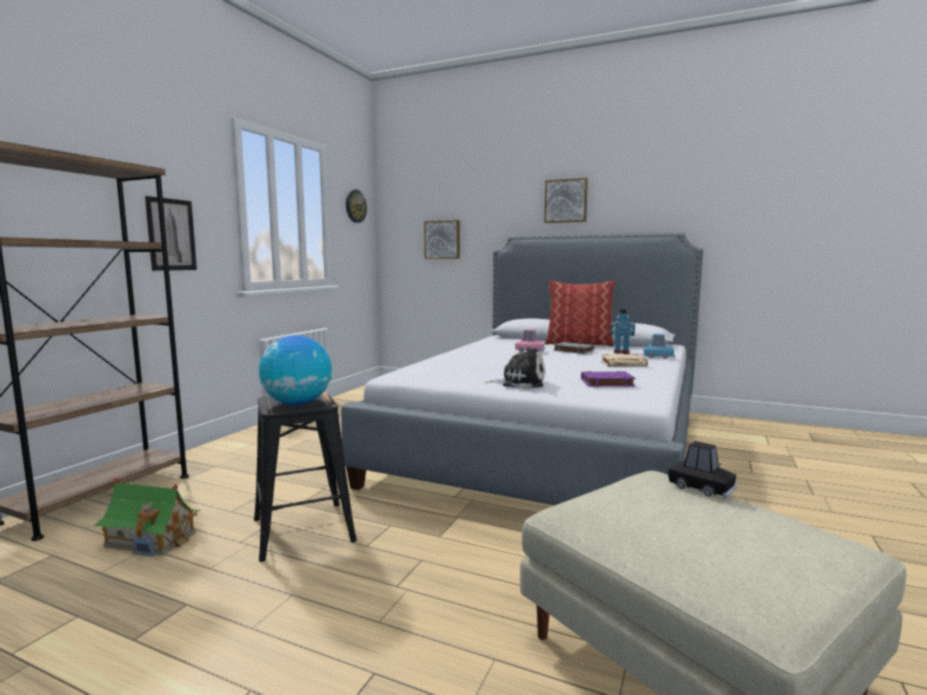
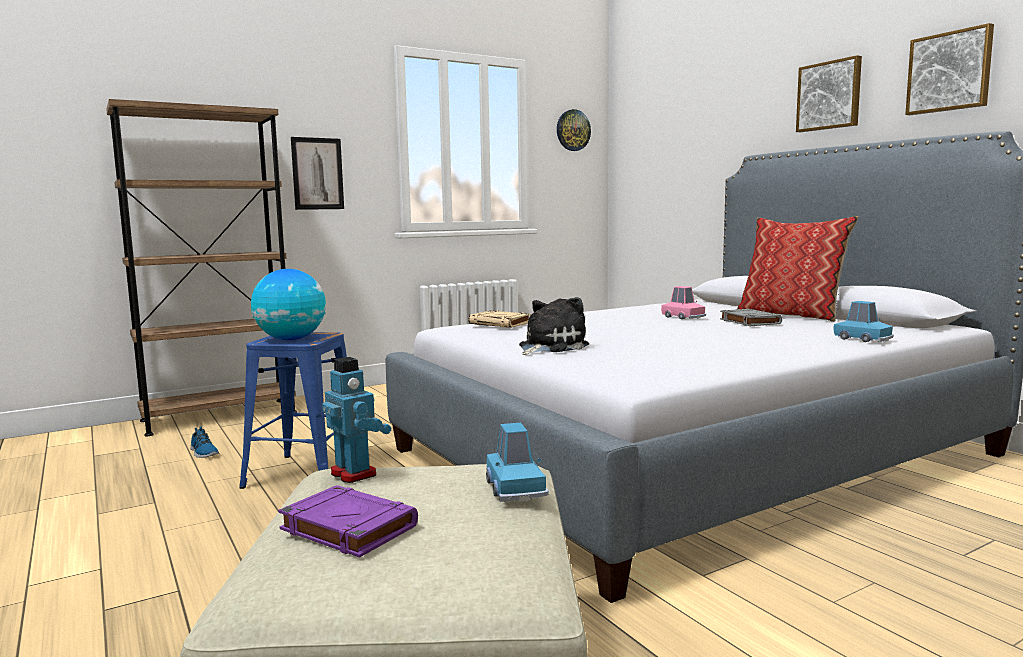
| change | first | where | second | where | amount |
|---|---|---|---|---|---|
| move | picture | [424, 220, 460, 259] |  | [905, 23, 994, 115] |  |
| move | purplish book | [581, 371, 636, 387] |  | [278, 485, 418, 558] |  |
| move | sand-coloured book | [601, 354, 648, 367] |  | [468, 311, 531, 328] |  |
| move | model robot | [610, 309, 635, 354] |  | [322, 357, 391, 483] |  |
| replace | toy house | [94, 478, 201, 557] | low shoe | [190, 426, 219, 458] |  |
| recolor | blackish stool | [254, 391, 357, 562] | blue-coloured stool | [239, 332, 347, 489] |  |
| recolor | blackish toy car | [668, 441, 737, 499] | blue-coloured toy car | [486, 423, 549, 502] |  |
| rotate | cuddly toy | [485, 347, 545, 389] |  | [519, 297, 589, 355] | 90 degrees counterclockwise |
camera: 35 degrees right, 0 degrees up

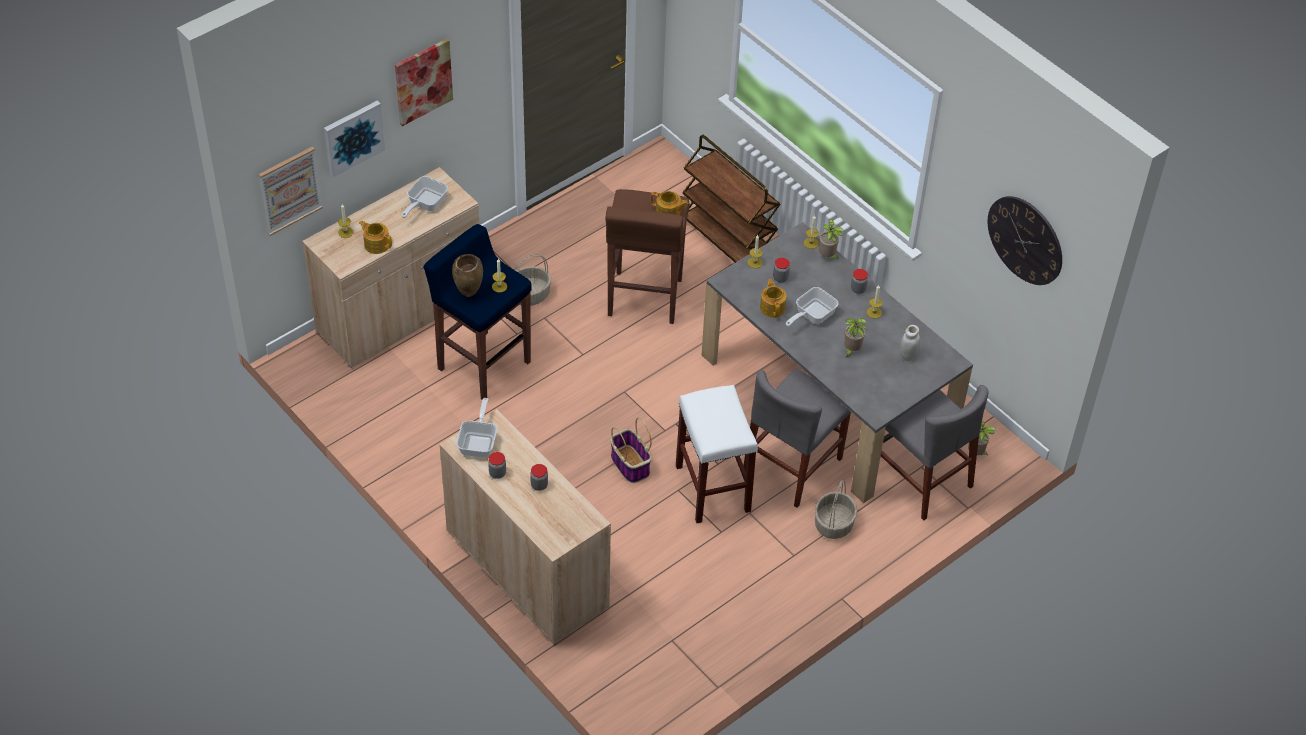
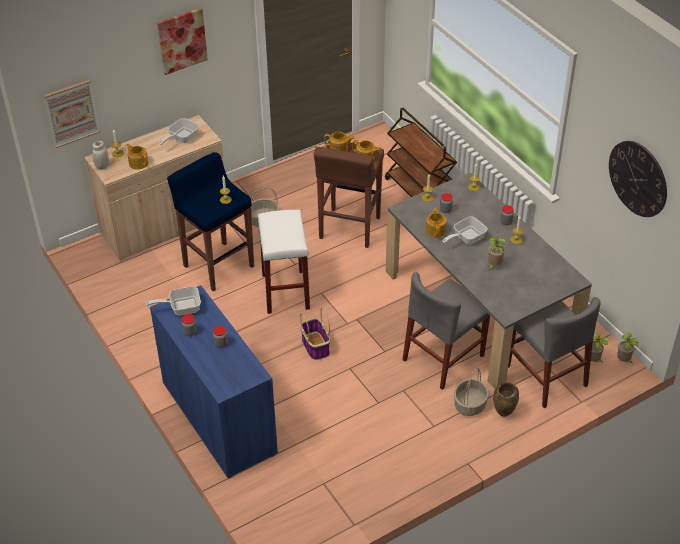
| change | first | where | second | where | amount |
|---|---|---|---|---|---|
| delete | picture | [324, 101, 385, 177] |  |  |  |
| insert |  |  | tea pot | [324, 132, 354, 152] |  |
| move | brown-coloured flower vase | [452, 254, 483, 297] |  | [493, 382, 519, 417] |  |
| move | whitish stool | [676, 385, 758, 523] |  | [258, 210, 310, 314] |  |
| move | plant in a pot | [819, 220, 844, 259] |  | [617, 332, 639, 365] |  |
| move | whitish preserve jar | [900, 325, 920, 361] |  | [92, 141, 109, 170] |  |
| recolor | sand-coloured cupboard | [439, 410, 611, 646] | blue-coloured cupboard | [150, 285, 278, 479] |  |
| rotate | pan | [456, 398, 497, 458] |  | [146, 286, 201, 316] | 120 degrees counterclockwise |
camera: 10 degrees right, 5 degrees down

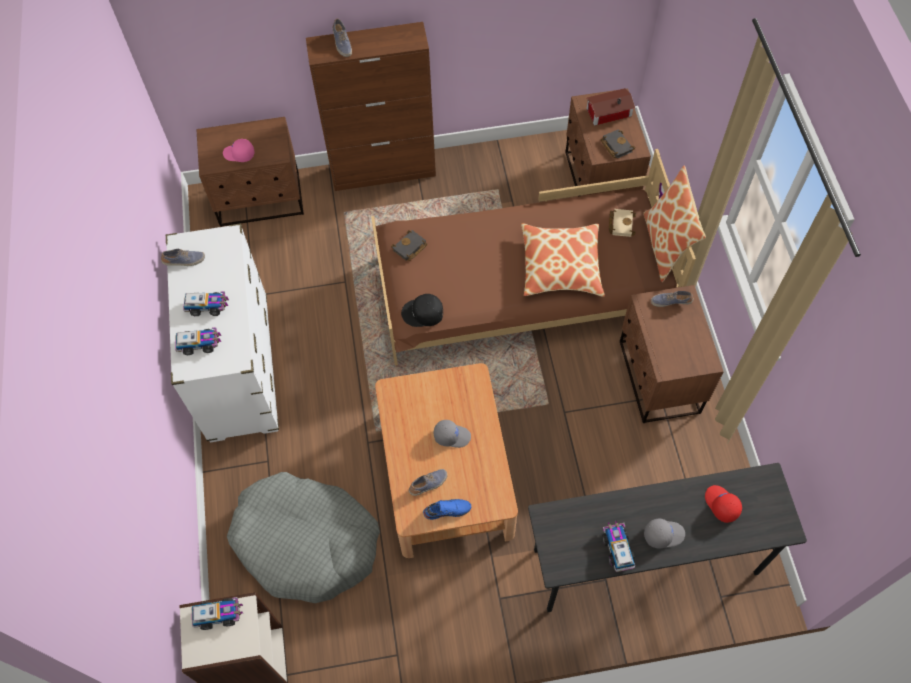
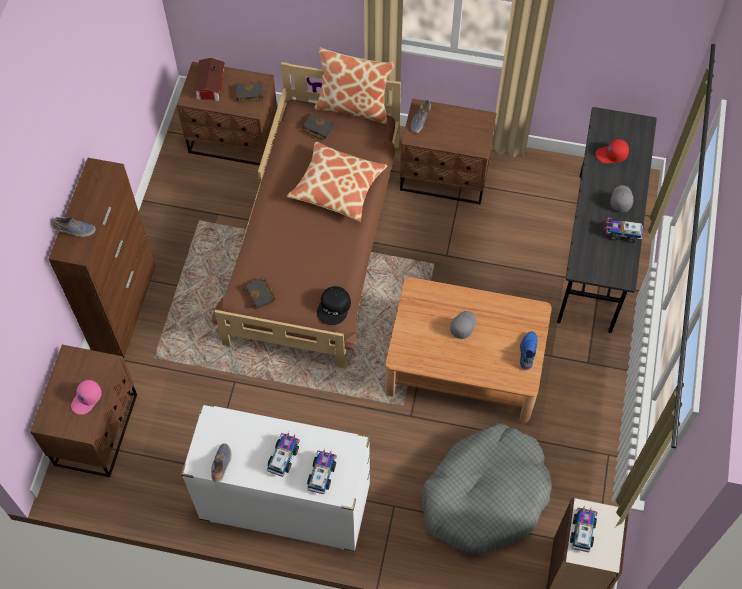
| change | first | where | second | where | amount |
|---|---|---|---|---|---|
| delete | low shoe | [409, 469, 447, 496] |  |  |  |
| recolor | sand-coloured book | [609, 209, 636, 237] | blackish book | [302, 113, 335, 140] |  |
camera: 70 degrees left, 0 degrees up

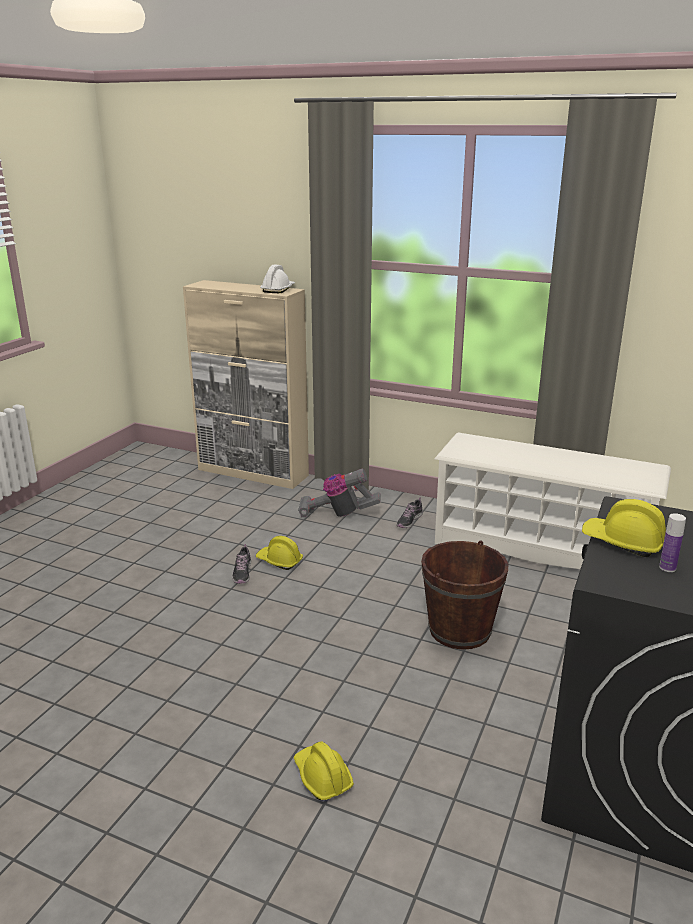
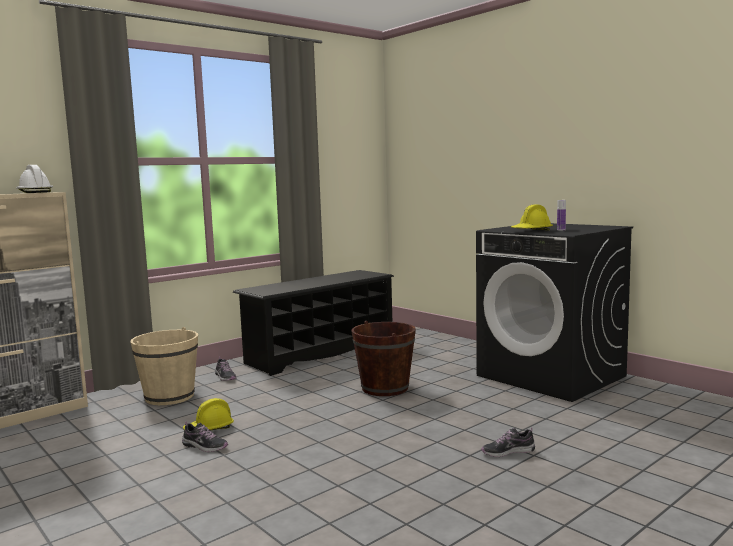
| change | first | where | second | where | amount |
|---|---|---|---|---|---|
| replace | yellow-coloured hard hat | [294, 741, 354, 800] | low shoe | [482, 427, 535, 457] |  |
| replace | vacuum | [298, 468, 381, 517] | sand-coloured bucket | [130, 327, 198, 405] |  |
| recolor | whitish shoe stand | [434, 433, 671, 569] | blackish shoe stand | [233, 270, 394, 376] |  |
camera: 65 degrees left, 15 degrees down

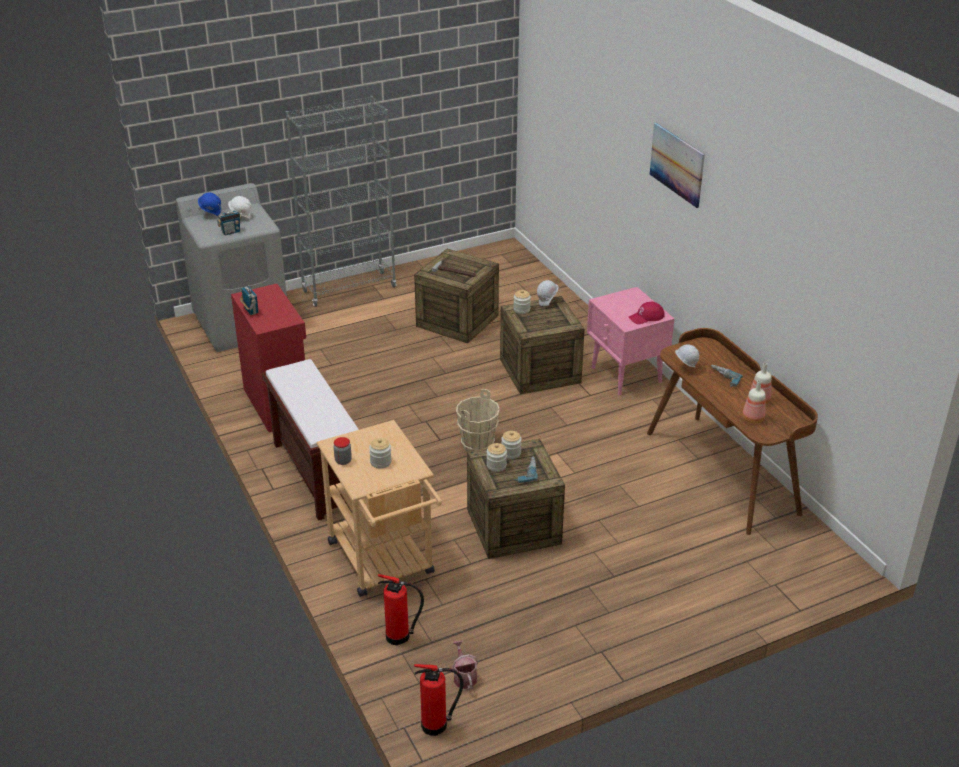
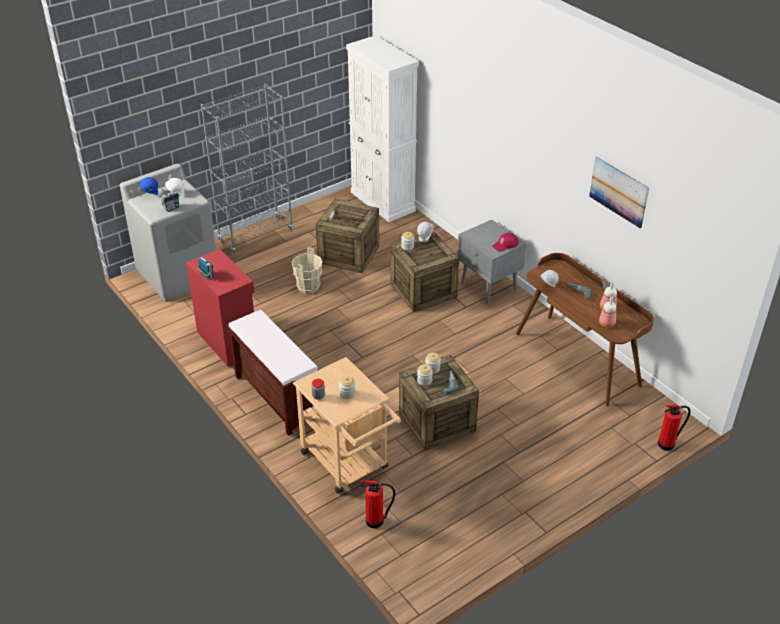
| change | first | where | second | where | amount |
|---|---|---|---|---|---|
| delete | watering pot | [452, 640, 478, 689] |  |  |  |
| insert |  |  | whitish cupboard | [346, 35, 419, 222] |  |
| move | fire-fighting cylinder | [414, 664, 464, 736] |  | [658, 405, 691, 451] |  |
| move | sand-coloured bucket | [456, 389, 500, 451] |  | [292, 247, 322, 294] |  |
| move | picture | [650, 123, 705, 208] |  | [589, 157, 649, 228] |  |
| recolor | pinkish nightstand | [587, 287, 674, 395] | greyish nightstand | [457, 220, 526, 304] |  |
camera: 10 degrees left, 5 degrees up

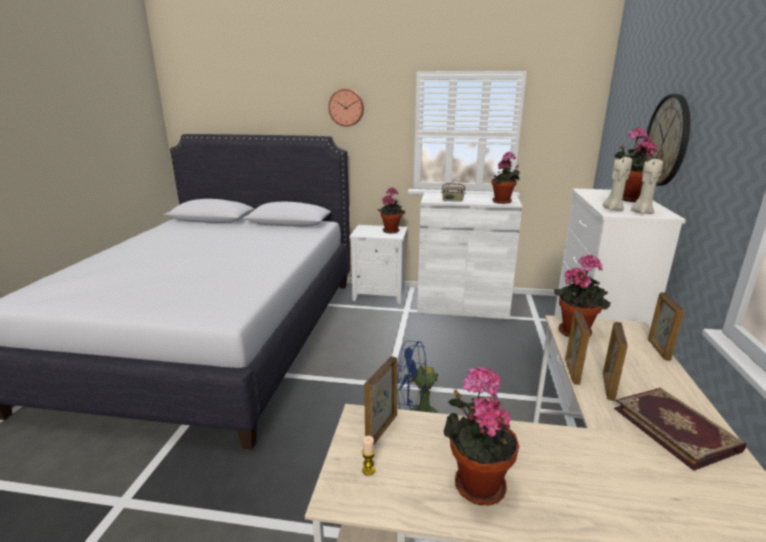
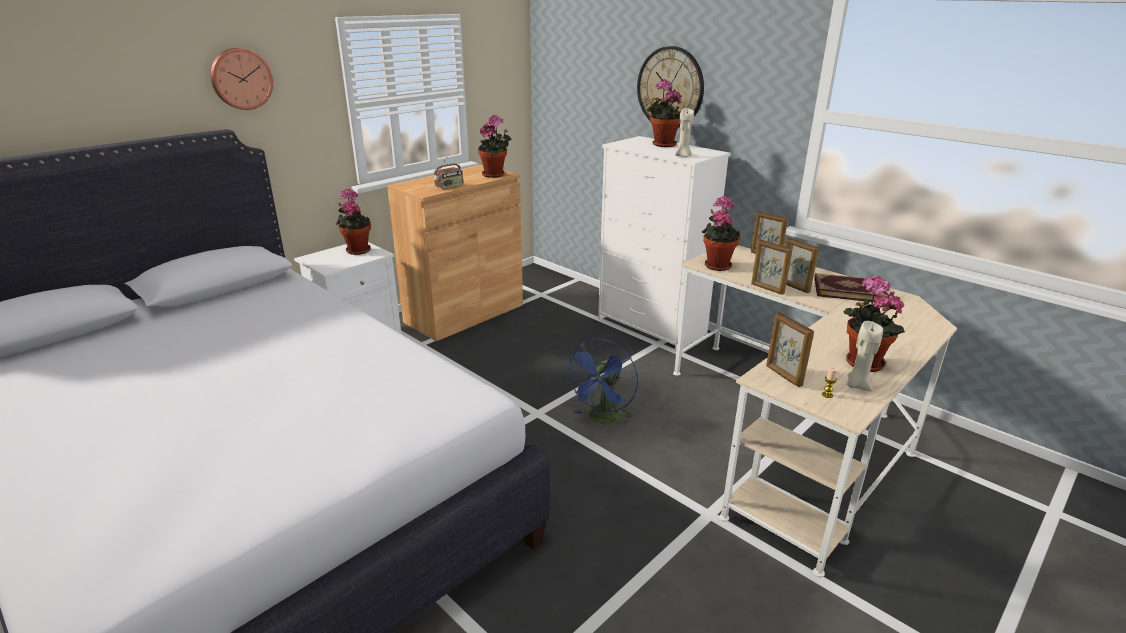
| change | first | where | second | where | amount |
|---|---|---|---|---|---|
| move | sand-coloured candle | [631, 159, 663, 214] |  | [847, 321, 883, 391] |  |
| recolor | whitish cupboard | [417, 192, 523, 319] | brown-coloured cupboard | [387, 164, 523, 341] |  |
camera: 55 degrees left, 5 degrees up

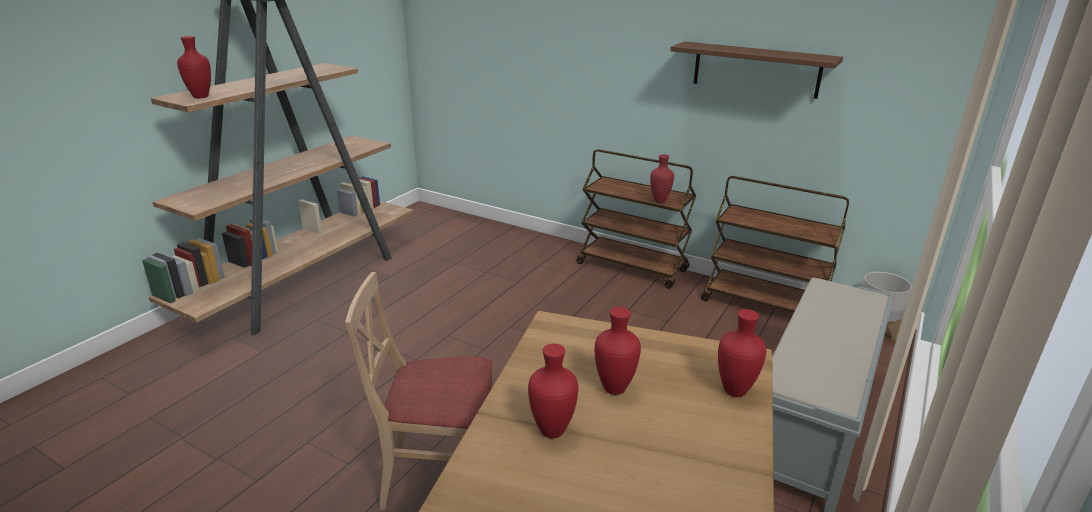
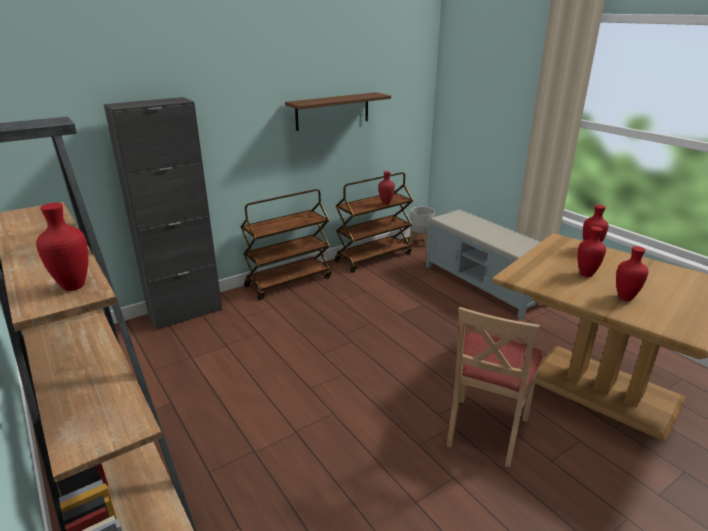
| change | first | where | second | where | amount |
|---|---|---|---|---|---|
| insert |  |  | blackish cupboard | [104, 97, 222, 331] |  |
| move | red flower vase | [650, 155, 674, 203] |  | [378, 171, 395, 205] |  |
camera: 65 degrees left, 0 degrees up

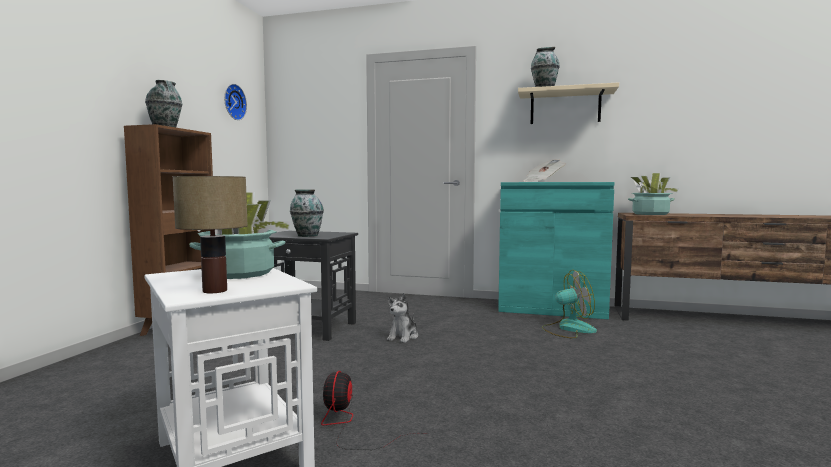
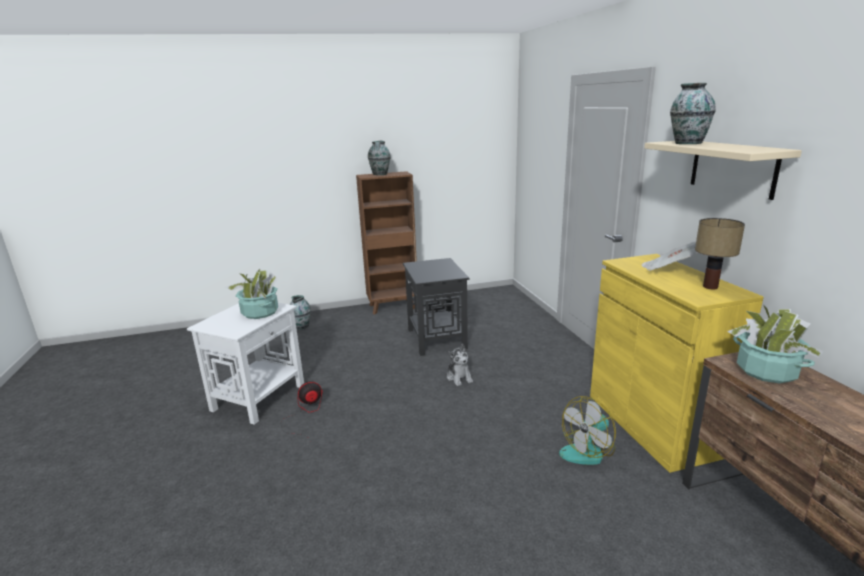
| change | first | where | second | where | amount |
|---|---|---|---|---|---|
| delete | hanging clock | [224, 84, 247, 120] |  |  |  |
| move | table lamp | [173, 176, 248, 293] |  | [695, 218, 745, 289] |  |
| move | flower vase | [290, 189, 324, 237] |  | [290, 295, 311, 329] |  |
| recolor | blue-green cupboard | [498, 182, 615, 319] | yellow-coloured cupboard | [590, 254, 764, 473] |  |
| rotate | cuddly toy | [387, 293, 418, 343] |  | [447, 344, 473, 386] | 105 degrees counterclockwise |
| rotate | electric fan | [542, 270, 597, 338] |  | [559, 396, 616, 465] | 90 degrees clockwise |
camera: 60 degrees right, 15 degrees up

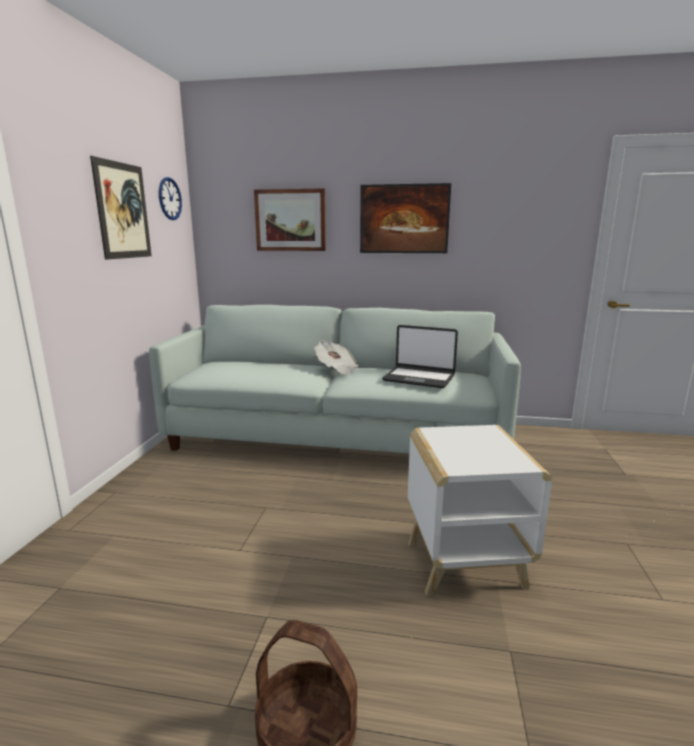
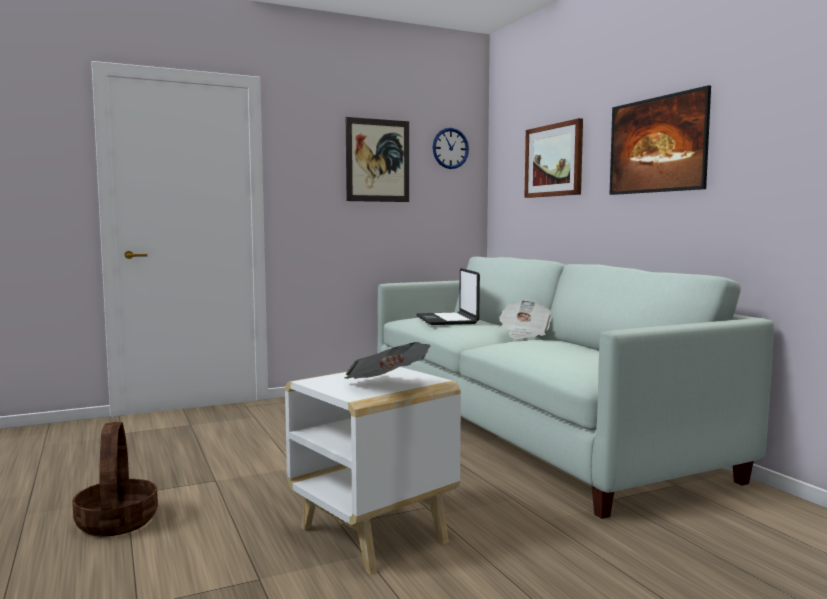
| change | first | where | second | where | amount |
|---|---|---|---|---|---|
| insert |  |  | daily paper | [345, 342, 431, 379] |  |
| move | portable computer | [382, 325, 458, 388] |  | [416, 268, 480, 325] |  |
camera: 55 degrees right, 10 degrees down

